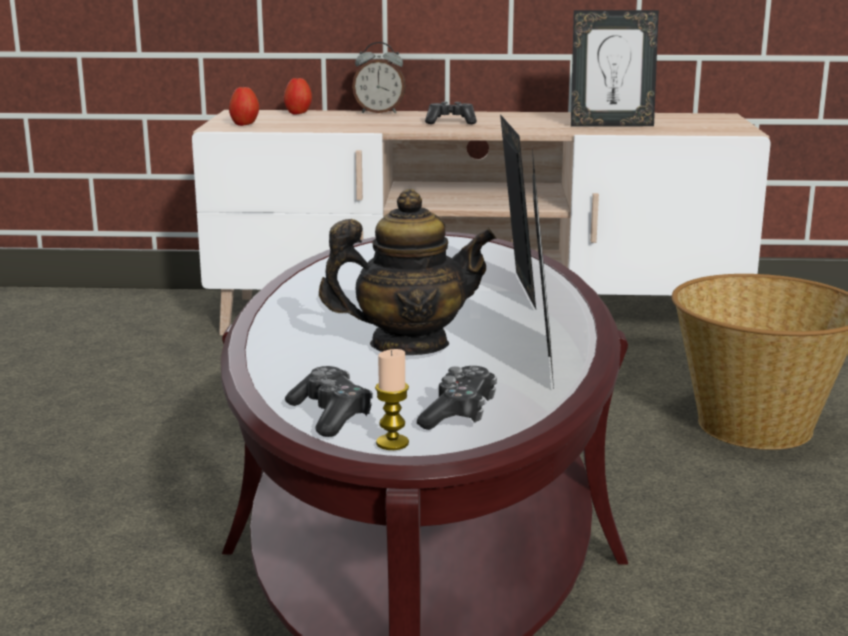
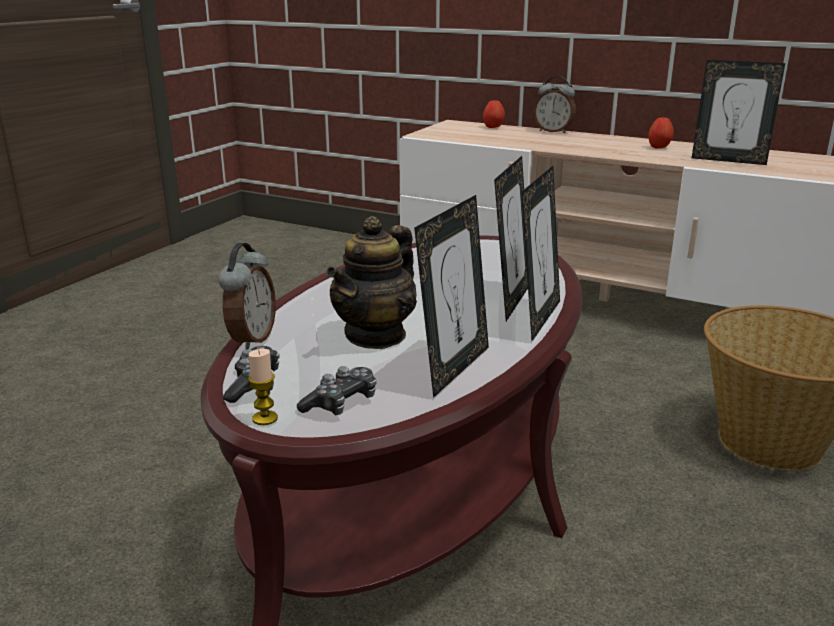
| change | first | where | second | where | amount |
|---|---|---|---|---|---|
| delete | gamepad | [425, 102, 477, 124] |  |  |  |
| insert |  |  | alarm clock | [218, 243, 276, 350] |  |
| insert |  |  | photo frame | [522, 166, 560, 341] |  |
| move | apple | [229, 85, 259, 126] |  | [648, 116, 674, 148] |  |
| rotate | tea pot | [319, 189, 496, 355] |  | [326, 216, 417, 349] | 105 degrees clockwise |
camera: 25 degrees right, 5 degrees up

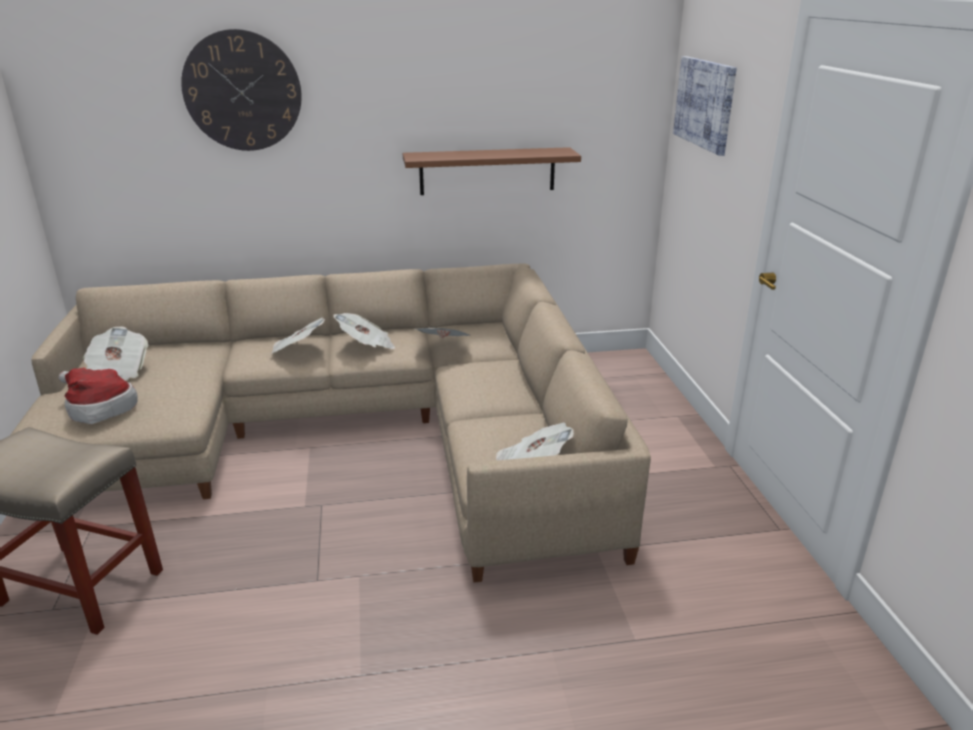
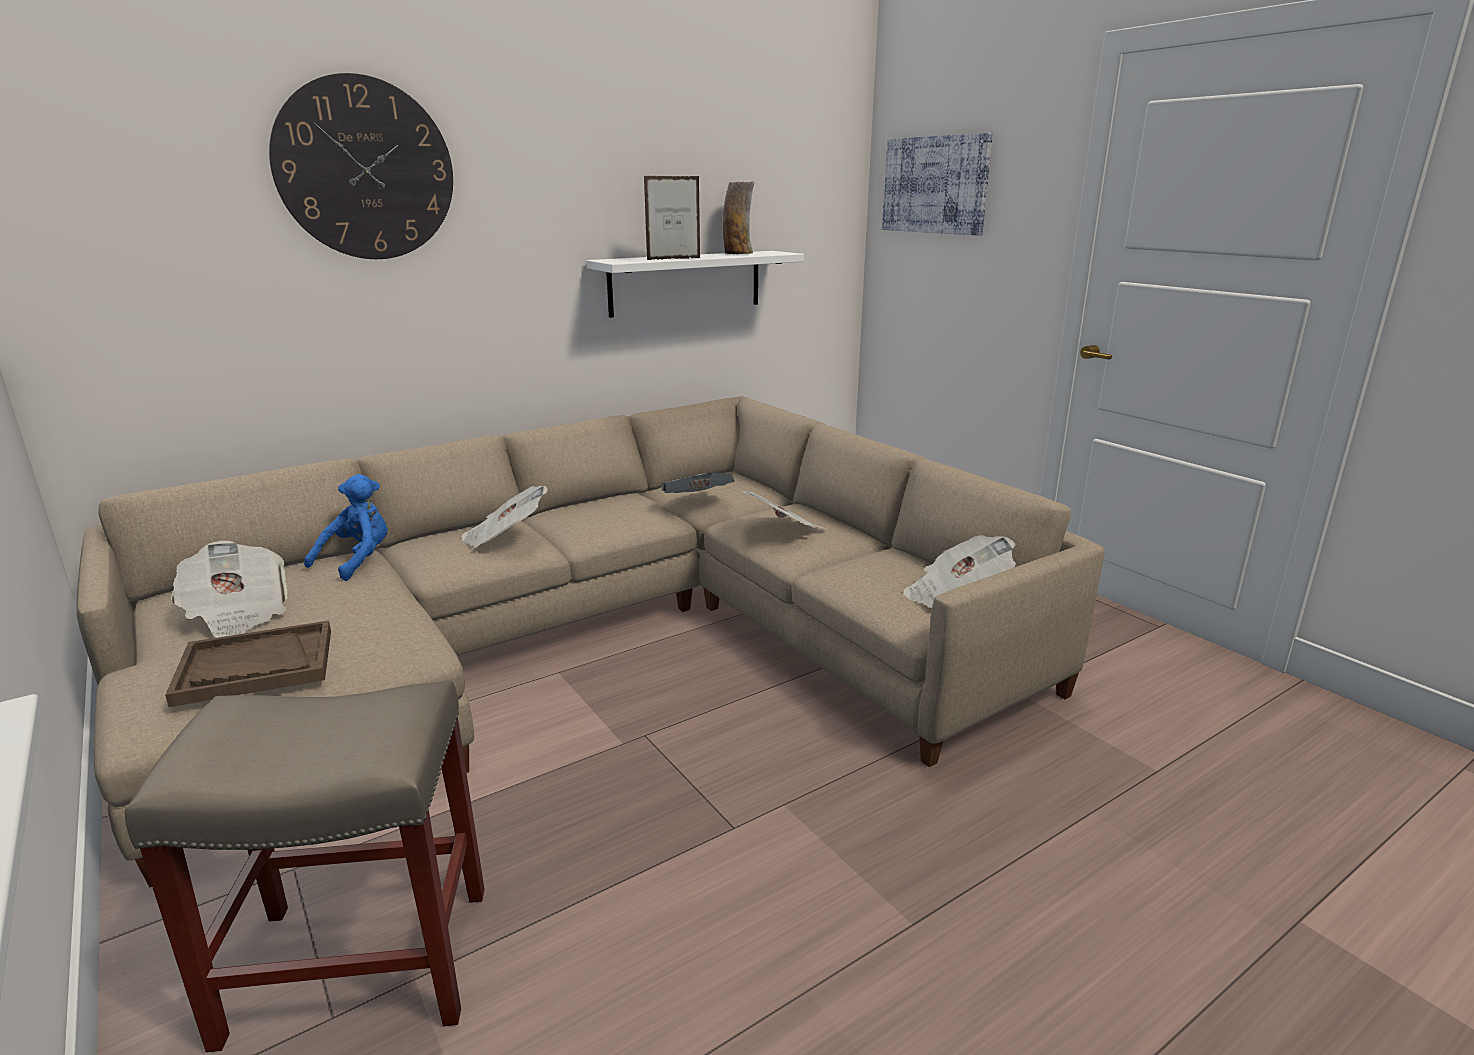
| change | first | where | second | where | amount |
|---|---|---|---|---|---|
| insert |  |  | blue-coloured cuddly toy | [304, 474, 388, 581] |  |
| insert |  |  | photo frame | [644, 176, 700, 260] |  |
| insert |  |  | flower vase | [723, 181, 754, 254] |  |
| move | daily paper | [333, 313, 396, 349] |  | [743, 491, 827, 529] |  |
| replace | hat | [59, 368, 138, 424] | brown-coloured carrying tray | [165, 621, 331, 707] |  |
| recolor | brown-coloured bracket shelf | [403, 147, 581, 195] | whitish bracket shelf | [586, 251, 804, 318] |  |
camera: 25 degrees left, 5 degrees down

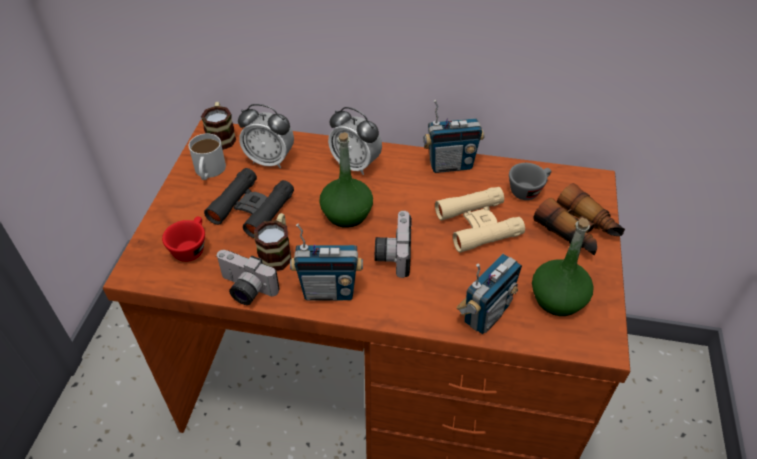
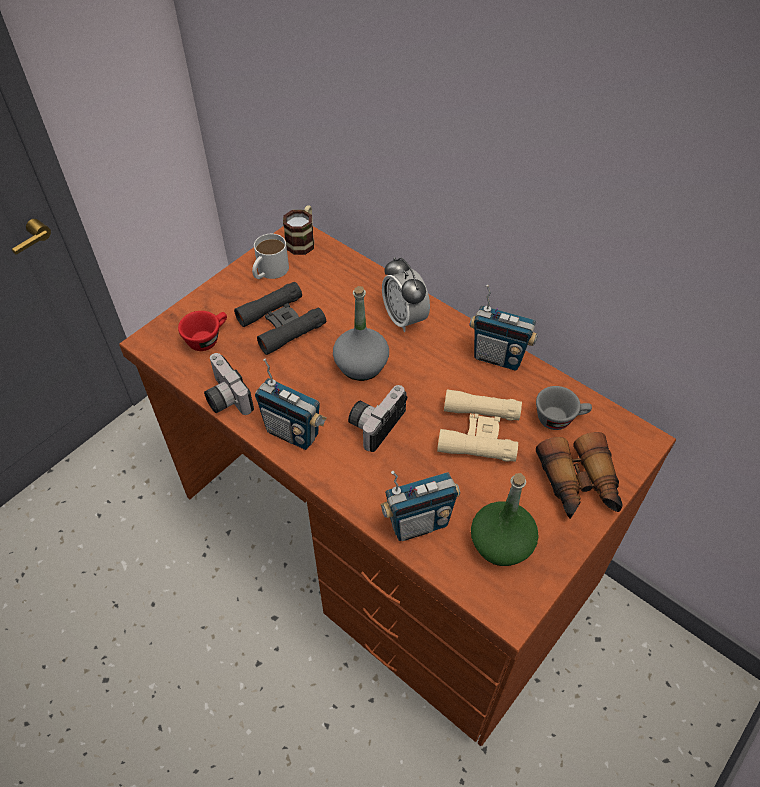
| change | first | where | second | where | amount |
|---|---|---|---|---|---|
| delete | alarm clock | [238, 104, 294, 169] |  |  |  |
| delete | mug | [254, 213, 291, 271] |  |  |  |
| recolor | green bottle | [319, 132, 373, 228] | greyish bottle | [333, 286, 389, 381] |  |
camera: 30 degrees right, 5 degrees up

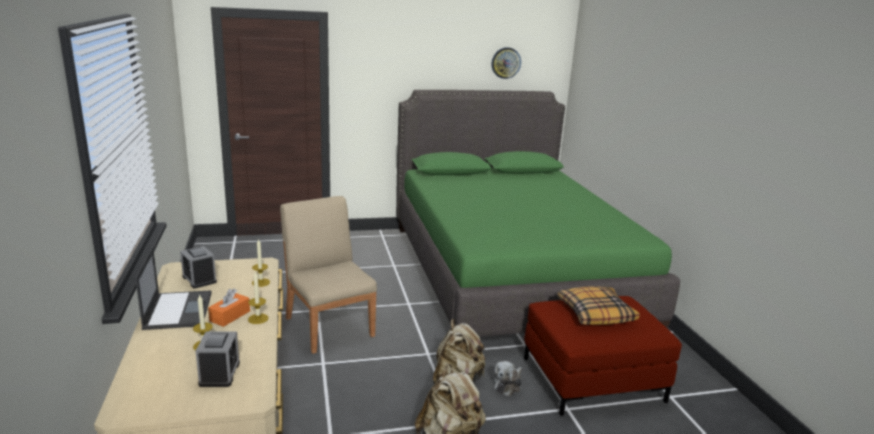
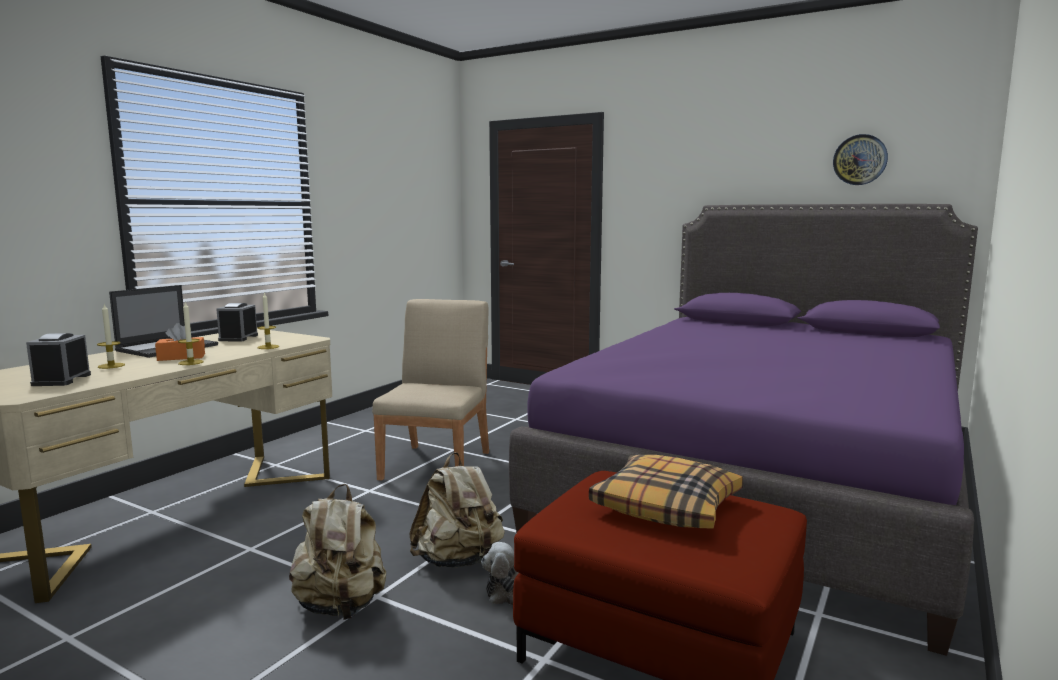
| change | first | where | second | where | amount |
|---|---|---|---|---|---|
| recolor | green sleeping bed | [396, 90, 680, 337] | purplish sleeping bed | [509, 204, 978, 656] |  |
| rotate | alarm clock | [196, 331, 240, 387] |  | [26, 333, 91, 386] | 135 degrees clockwise |
camera: 45 degrees right, 10 degrees down

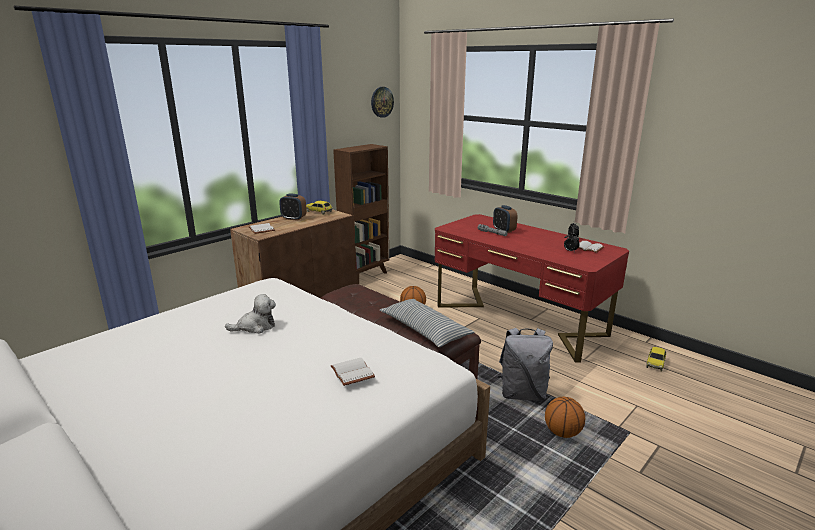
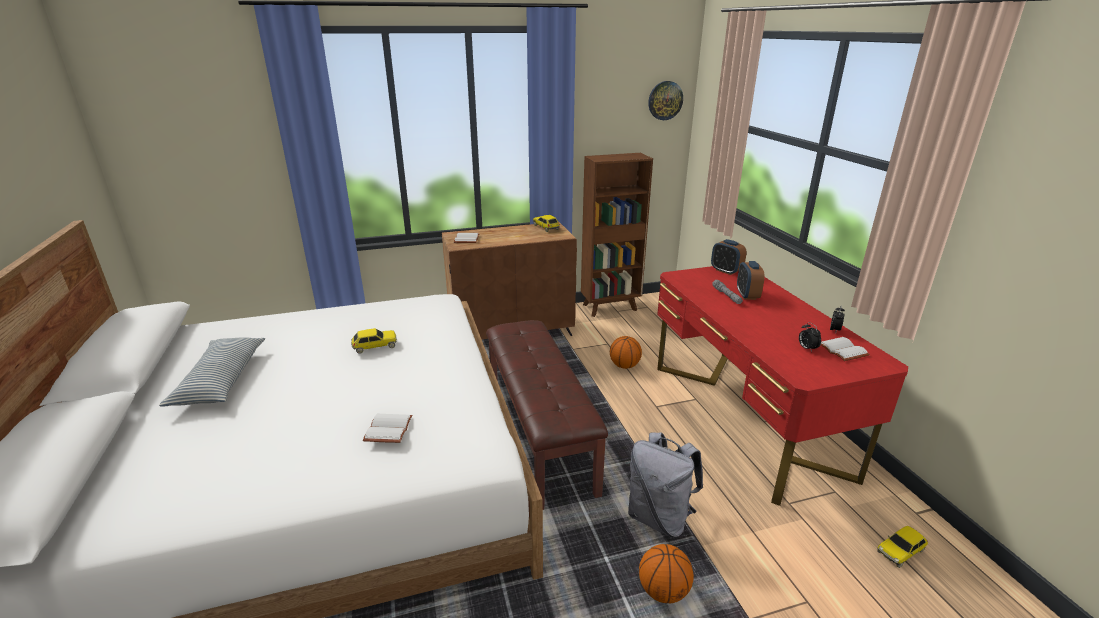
| change | first | where | second | where | amount |
|---|---|---|---|---|---|
| move | alarm clock | [279, 194, 307, 221] |  | [711, 239, 747, 275] |  |
| move | pillow | [380, 299, 475, 347] |  | [159, 337, 265, 407] |  |
| replace | cuddly toy | [225, 294, 276, 334] | toy car | [351, 328, 397, 354] |  |
camera: 30 degrees right, 5 degrees up

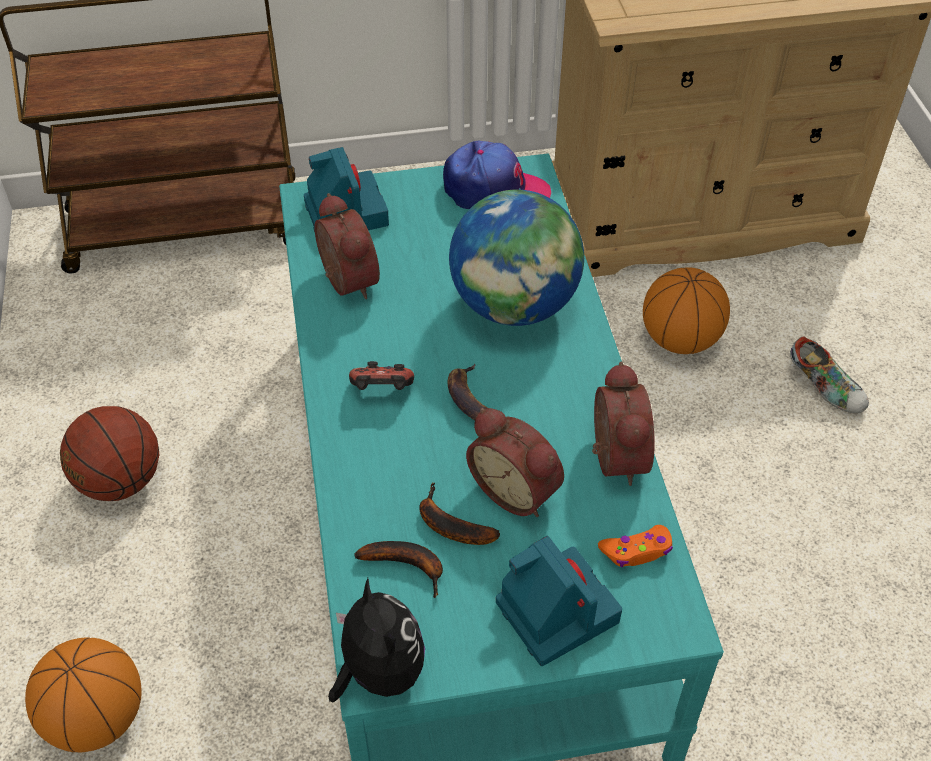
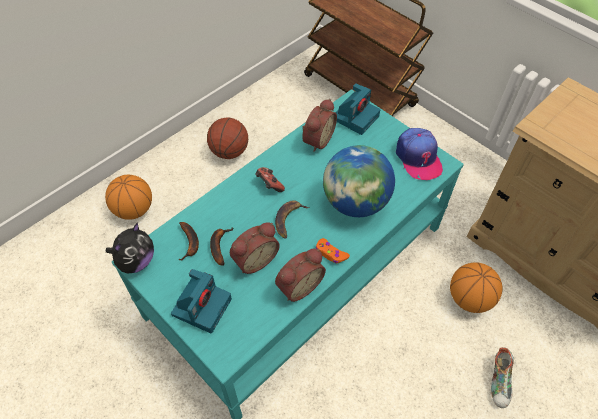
| change | first | where | second | where | amount |
|---|---|---|---|---|---|
| move | orange-coloured gamepad | [598, 525, 673, 567] |  | [316, 238, 350, 263] |  |
| rotate | alarm clock | [466, 408, 564, 517] |  | [230, 222, 280, 274] | 135 degrees counterclockwise |
camera: 55 degrees right, 5 degrees up

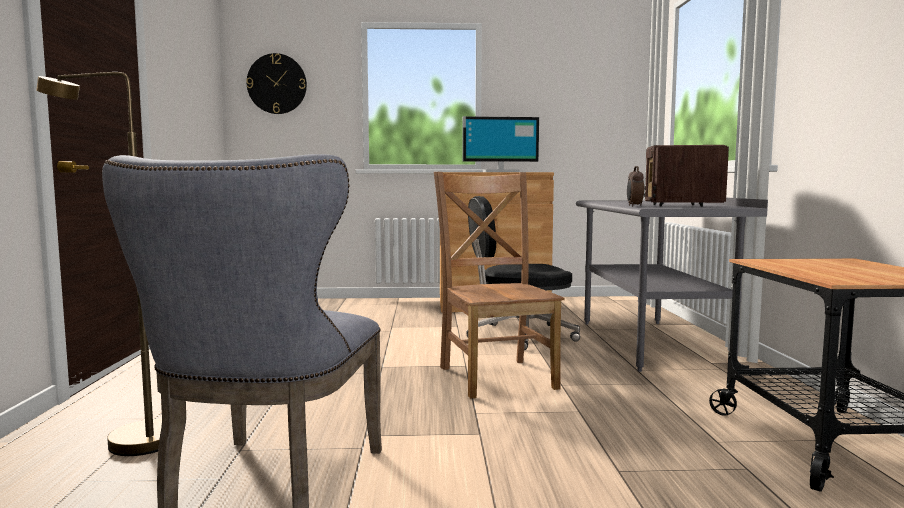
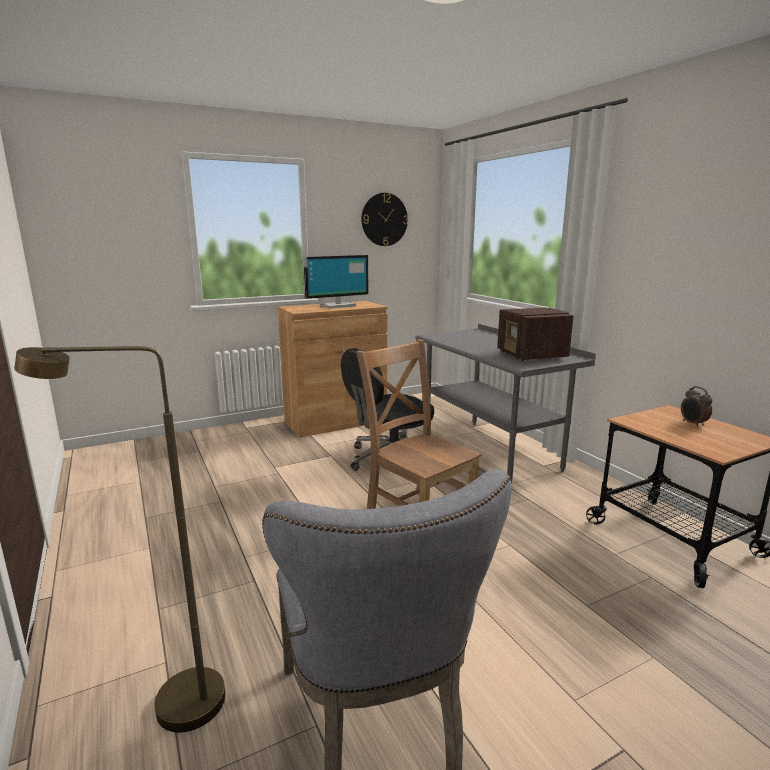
| change | first | where | second | where | amount |
|---|---|---|---|---|---|
| move | hanging clock | [246, 53, 307, 114] |  | [361, 193, 408, 246] |  |
| move | alarm clock | [627, 166, 644, 206] |  | [681, 386, 712, 427] |  |
camera: 25 degrees left, 10 degrees up

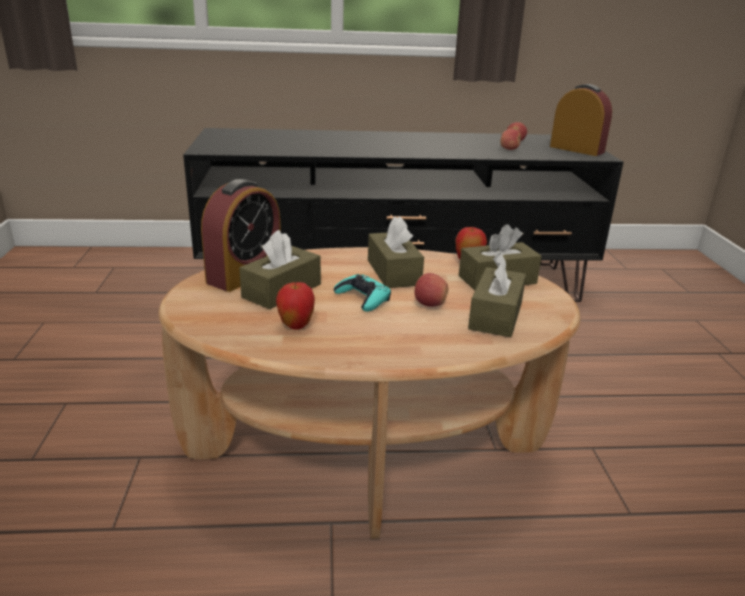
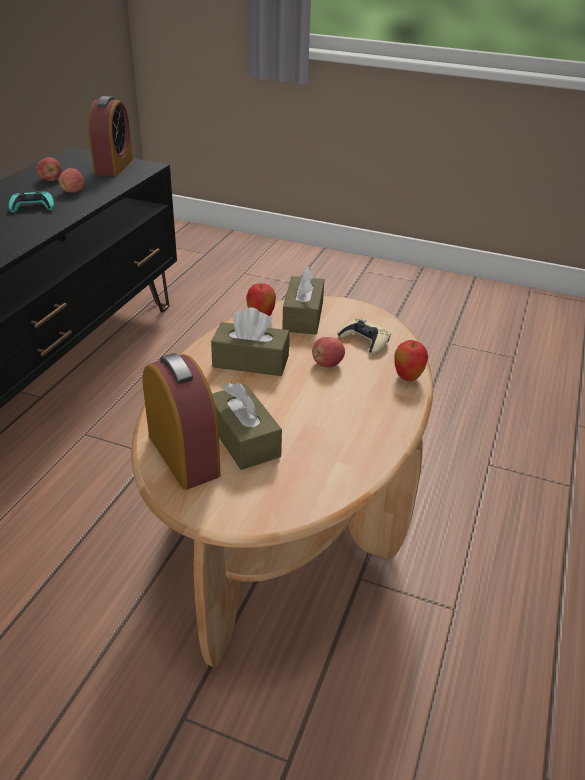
| change | first | where | second | where | amount |
|---|---|---|---|---|---|
| move | apple | [276, 282, 315, 329] |  | [395, 340, 428, 381] |  |
| move | blue-green gamepad | [334, 274, 391, 312] |  | [9, 191, 54, 213] |  |
| replace | brown-coloured tissue box | [468, 253, 526, 337] | sand-coloured gamepad | [337, 318, 391, 355] |  |
| rotate | alarm clock | [550, 84, 612, 156] |  | [88, 96, 133, 176] | 120 degrees clockwise |
camera: 65 degrees left, 10 degrees up

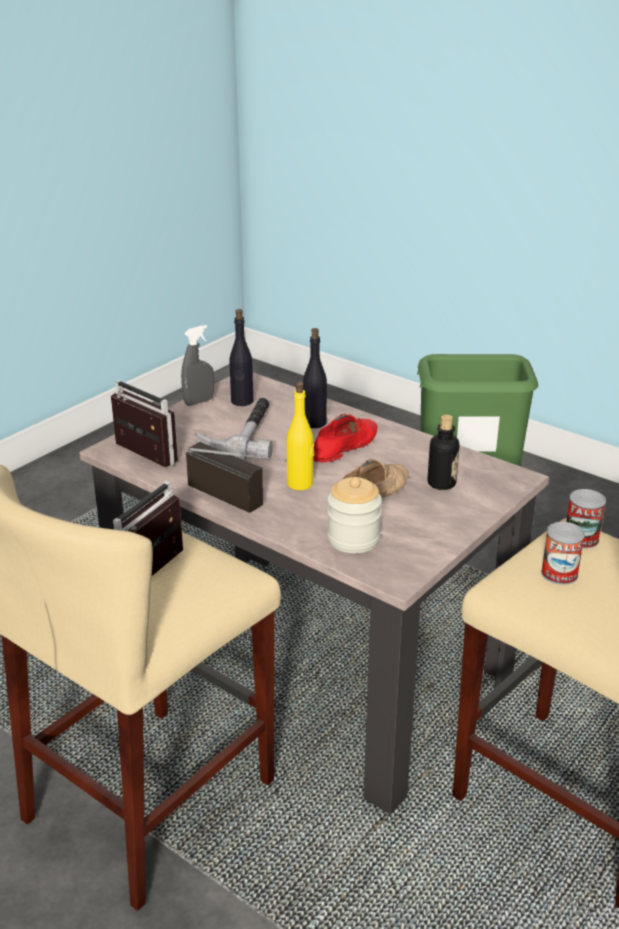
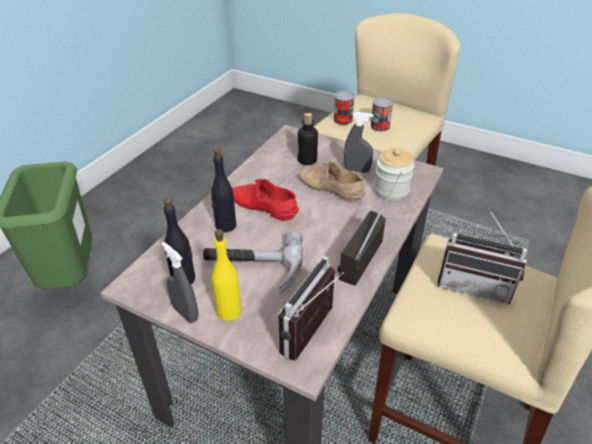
| change | first | where | second | where | amount |
|---|---|---|---|---|---|
| insert |  |  | greyish hand sprayer | [344, 112, 374, 173] |  |
| move | yellow-coloured bottle | [287, 381, 314, 490] |  | [212, 229, 242, 321] |  |
camera: 100 degrees left, 10 degrees up

